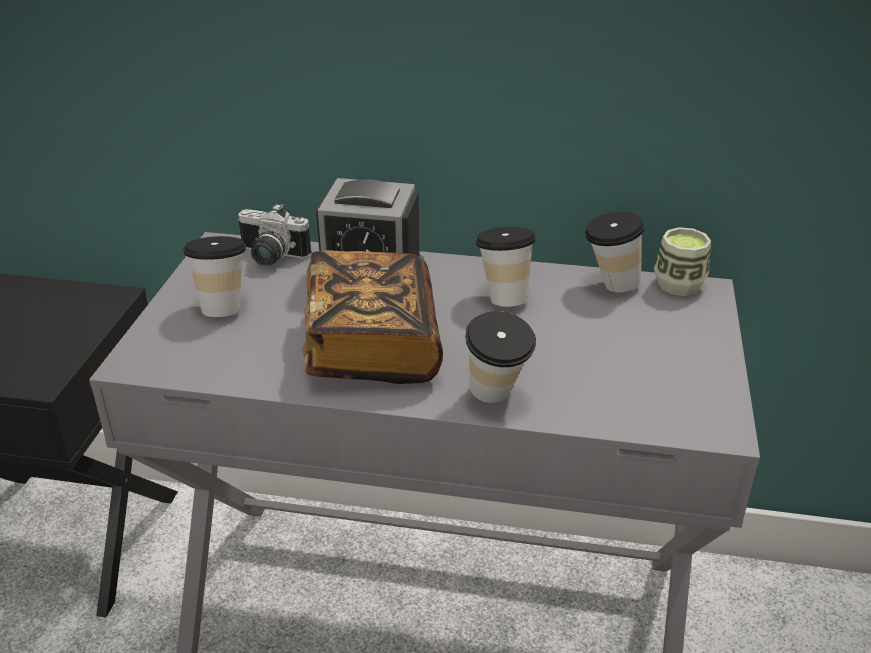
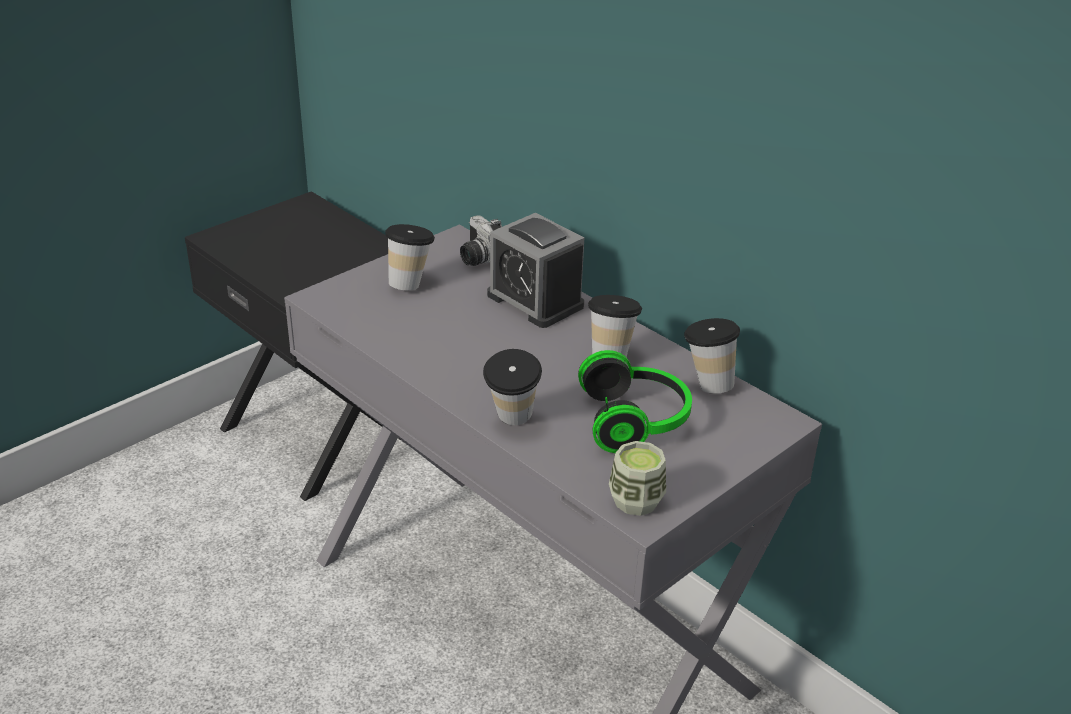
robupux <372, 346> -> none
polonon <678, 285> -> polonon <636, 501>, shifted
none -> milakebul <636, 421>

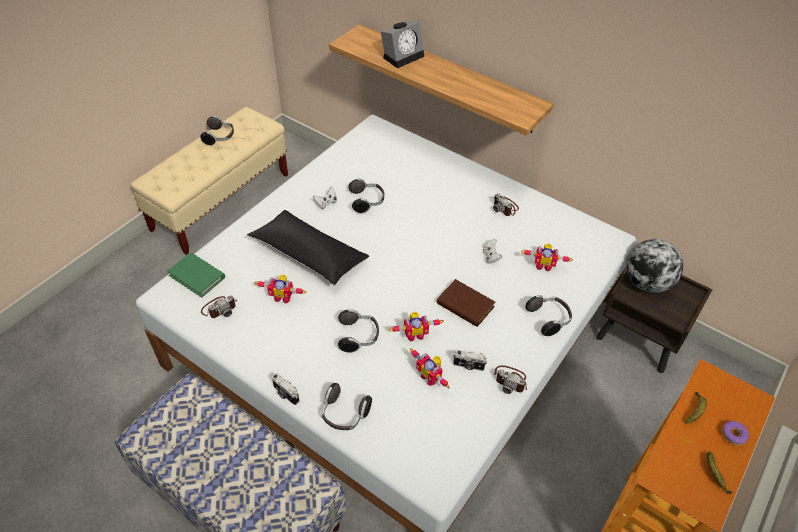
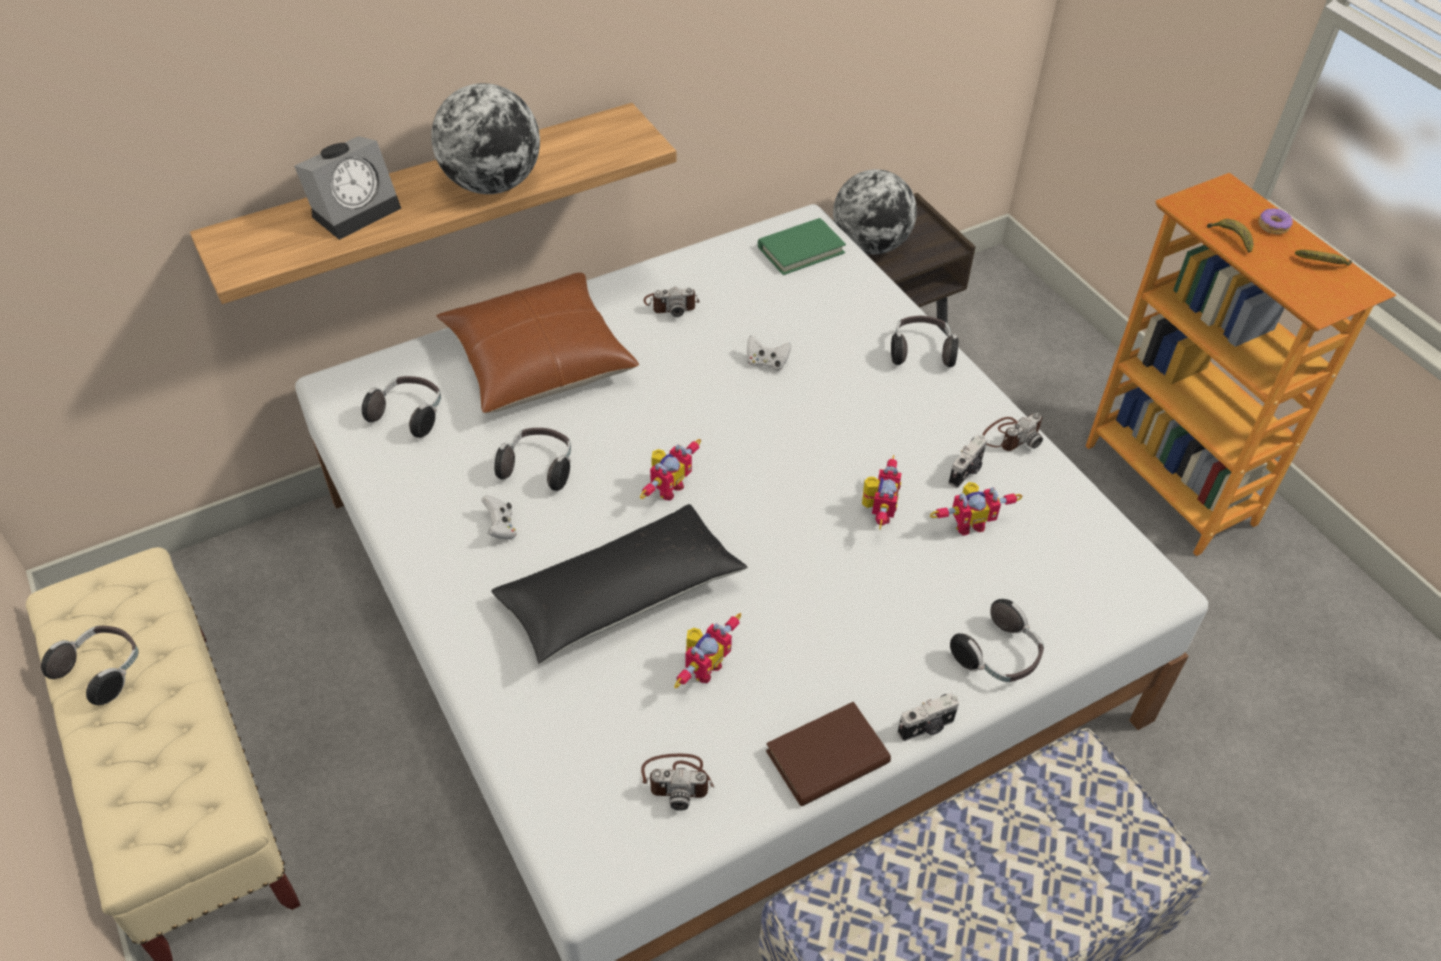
green robupux <197, 276> -> green robupux <801, 250>, shifted
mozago <219, 308> -> mozago <678, 780>, 105 degrees clockwise
milakebul <358, 337> -> milakebul <409, 415>, shifted
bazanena <403, 56> -> bazanena <356, 209>, 60 degrees clockwise
brown robupux <465, 305> -> brown robupux <827, 758>, shifted
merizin <543, 265> -> merizin <667, 487>, shifted
none -> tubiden <492, 184>
none -> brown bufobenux <539, 360>

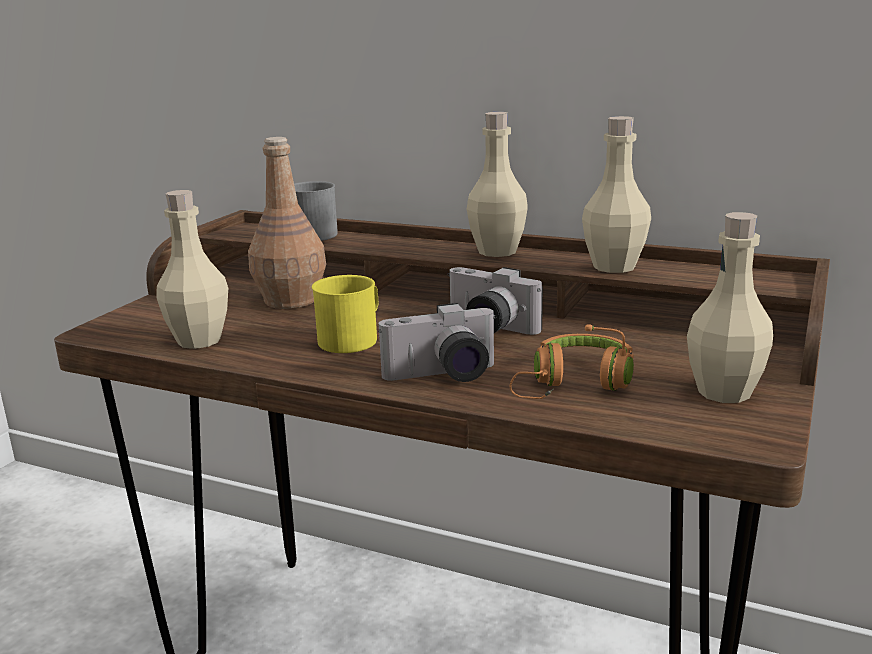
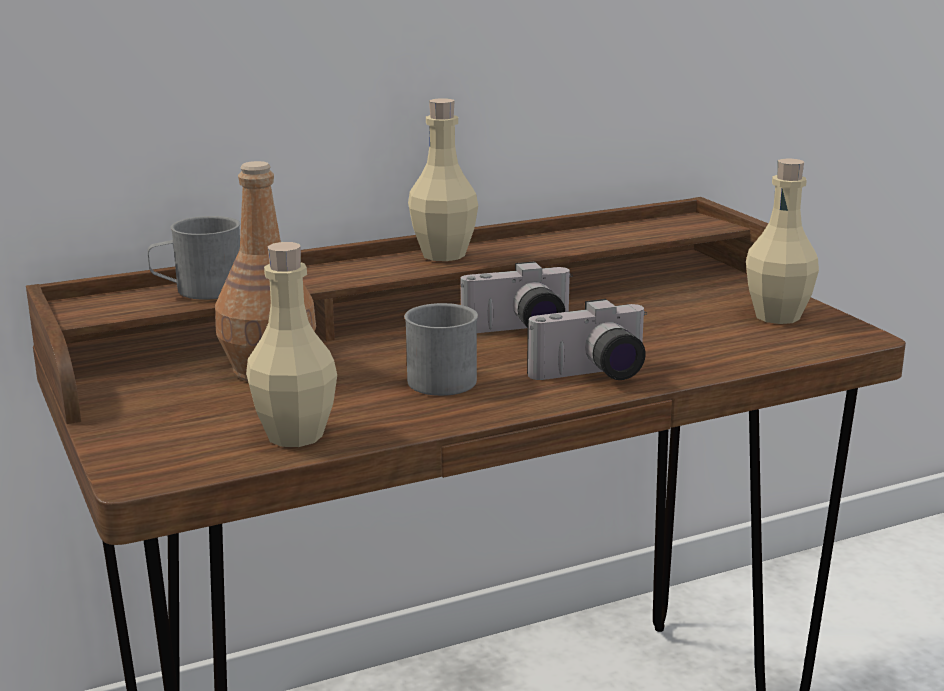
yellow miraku <353, 338> -> grey miraku <438, 378>
mozago <443, 376> -> mozago <593, 375>, 45 degrees clockwise
orange milakebul <575, 384> -> none
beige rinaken <614, 266> -> none

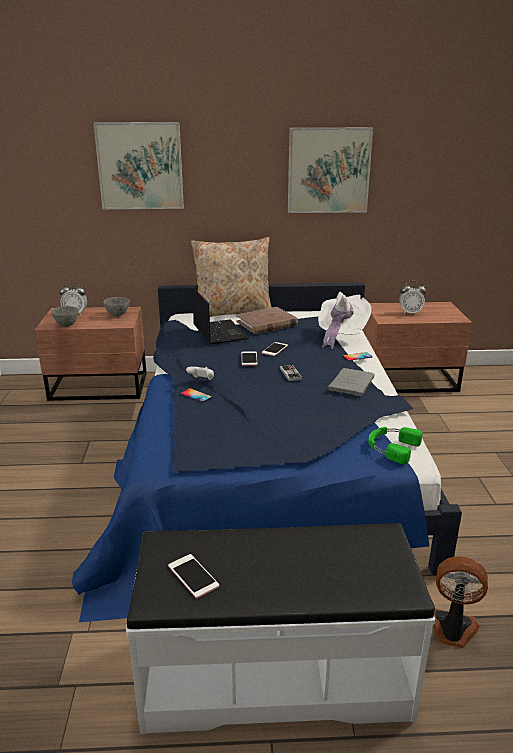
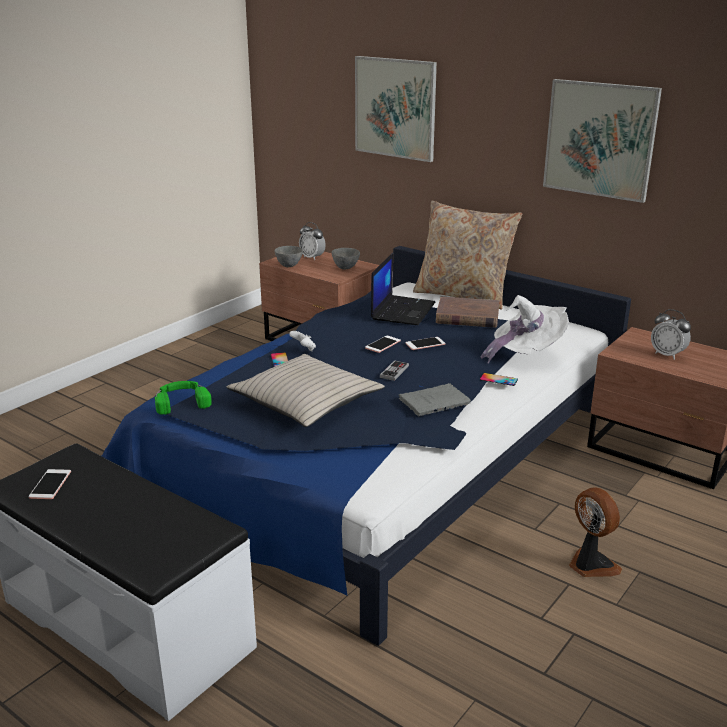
green milakebul <391, 447> -> green milakebul <181, 401>, shifted
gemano <452, 629> -> gemano <590, 565>, shifted
none -> beige bufobenux <305, 402>

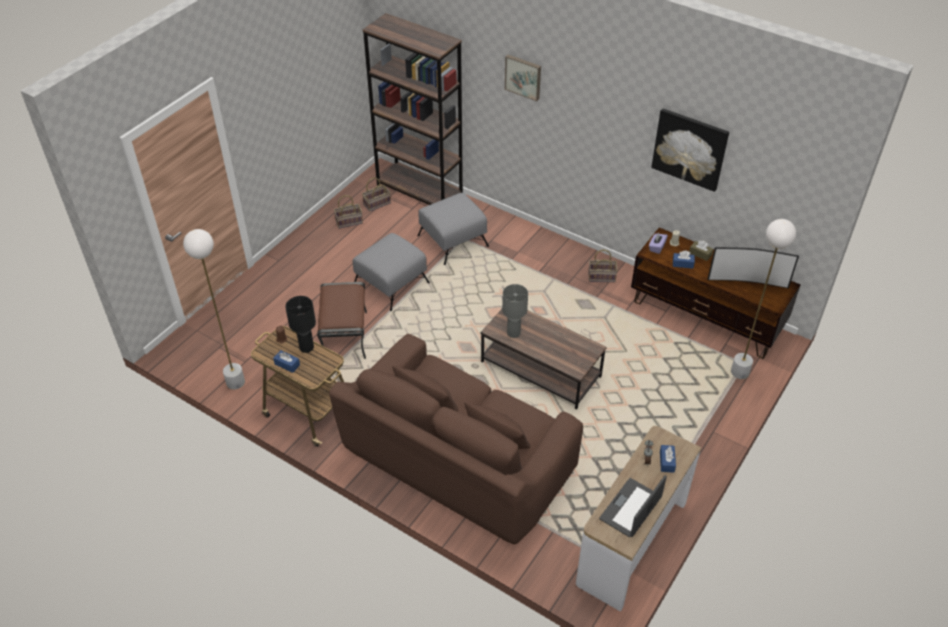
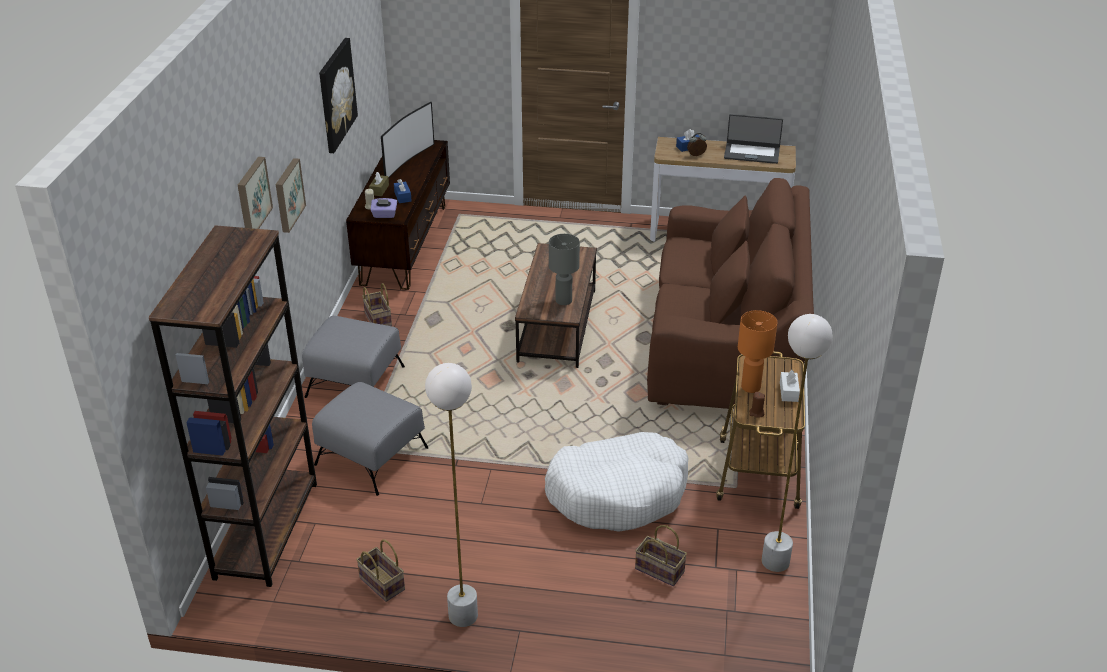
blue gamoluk <287, 364> -> white gamoluk <788, 392>
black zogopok <307, 347> -> orange zogopok <751, 387>
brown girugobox <344, 335> -> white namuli <618, 493>
grey girugobox <392, 284> -> grey girugobox <355, 381>, shifted
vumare <376, 204> -> vumare <661, 570>, shifted
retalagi <747, 281> -> retalagi <407, 161>, 45 degrees clockwise
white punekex <739, 372> -> white punekex <463, 616>, shifted
none -> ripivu <288, 195>

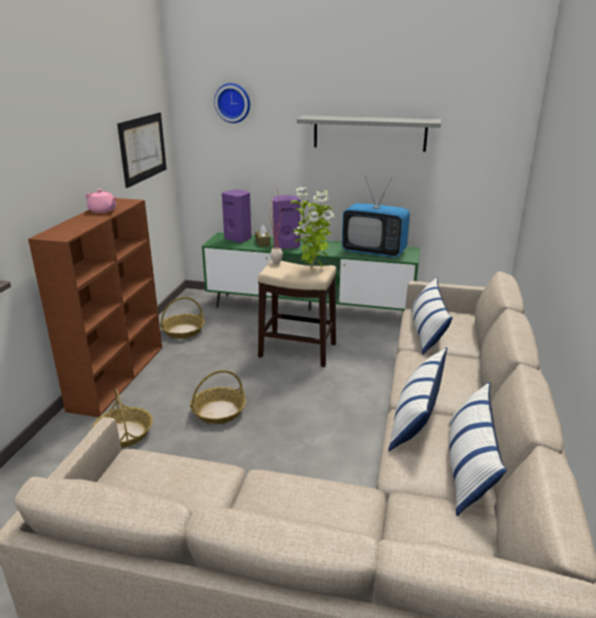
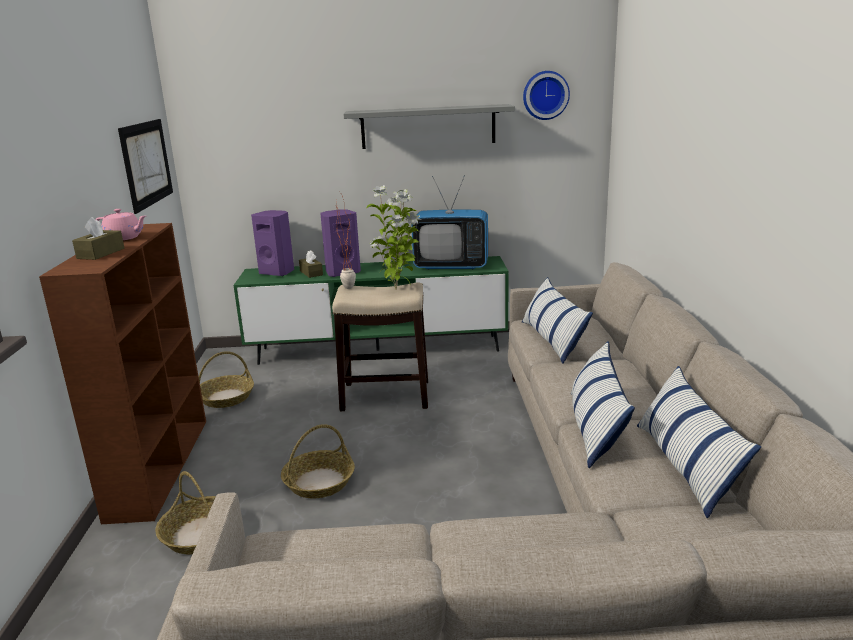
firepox <233, 103> -> firepox <545, 95>, shifted
none -> brown gamoluk <101, 253>

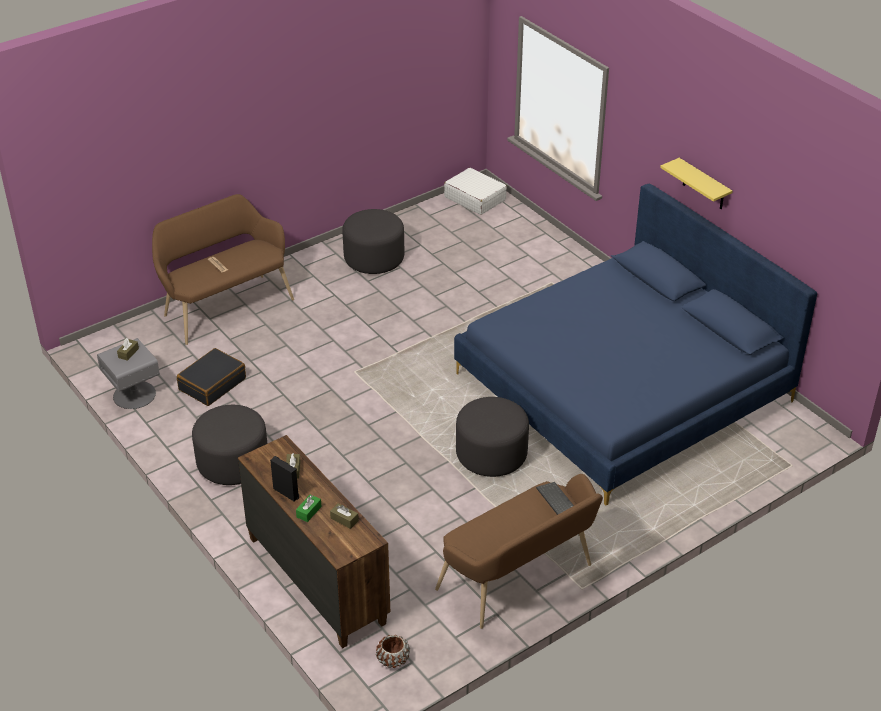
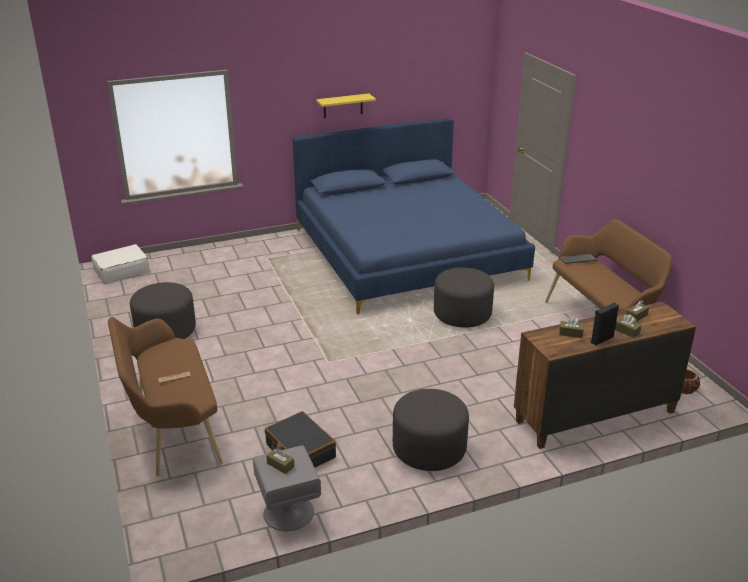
green gamoluk <309, 512> -> brown gamoluk <626, 331>

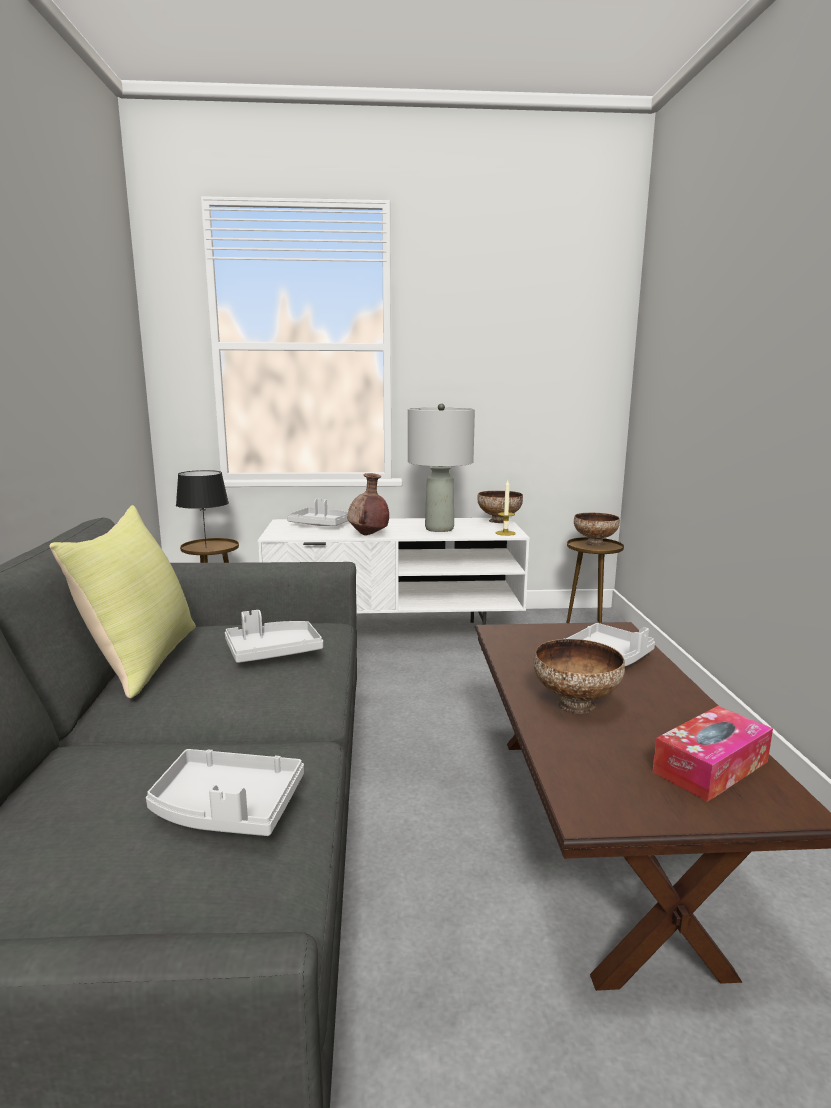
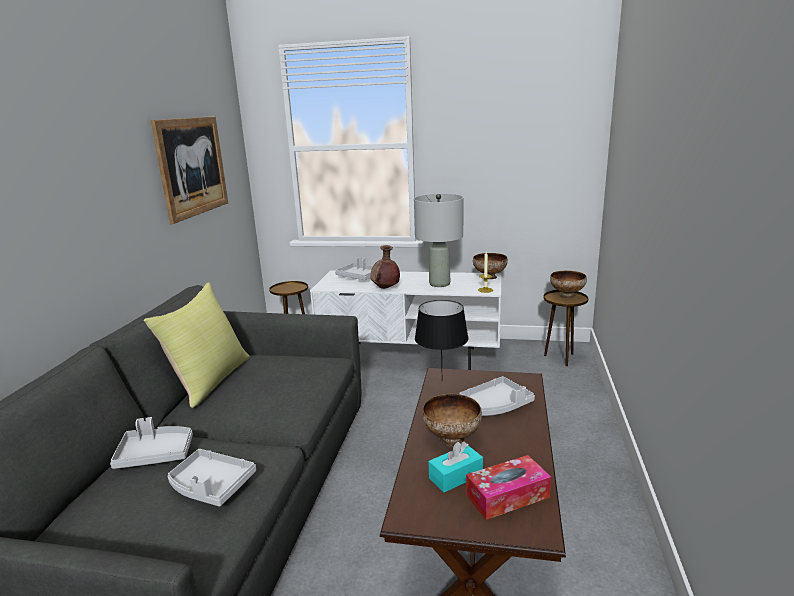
black zogopok <206, 548> -> black zogopok <442, 381>, shifted
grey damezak <273, 652> -> grey damezak <155, 454>, shifted
none -> ripivu <192, 166>
none -> turquoise gamoluk <455, 476>

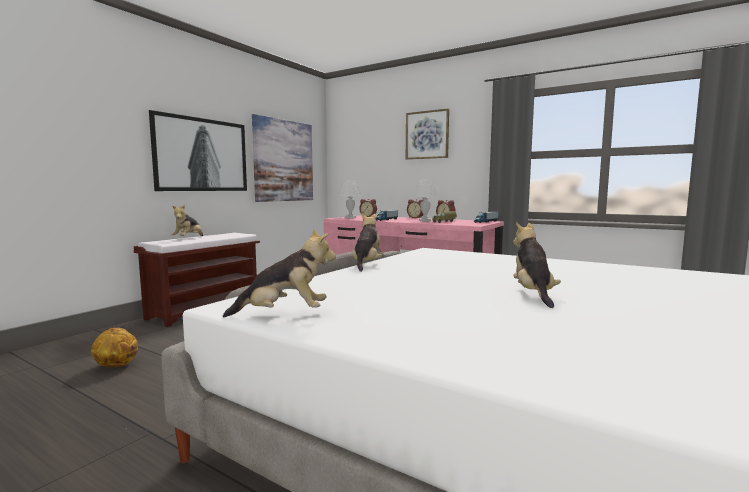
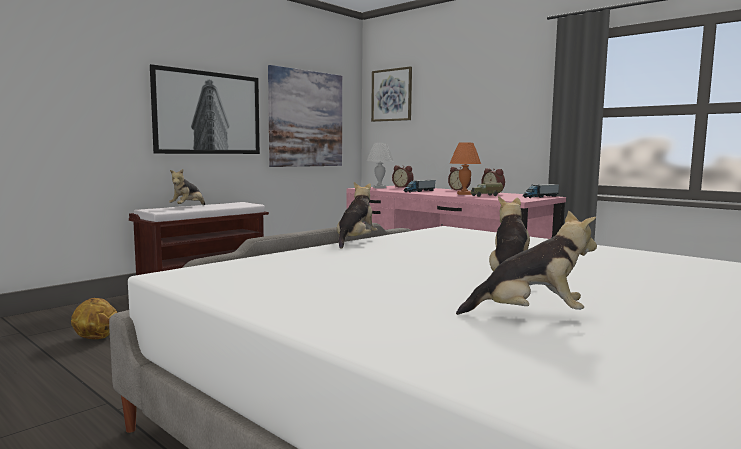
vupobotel <284, 315> -> vupobotel <529, 316>, shifted
ripivu <427, 135> -> ripivu <391, 95>, shifted
white zogopok <425, 221> -> orange zogopok <464, 194>

